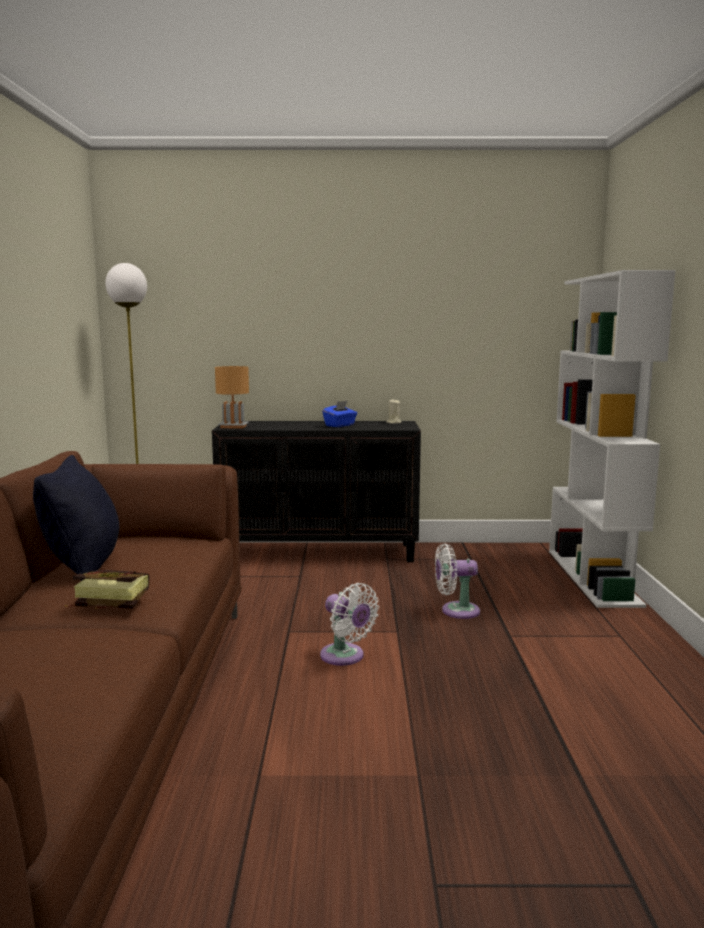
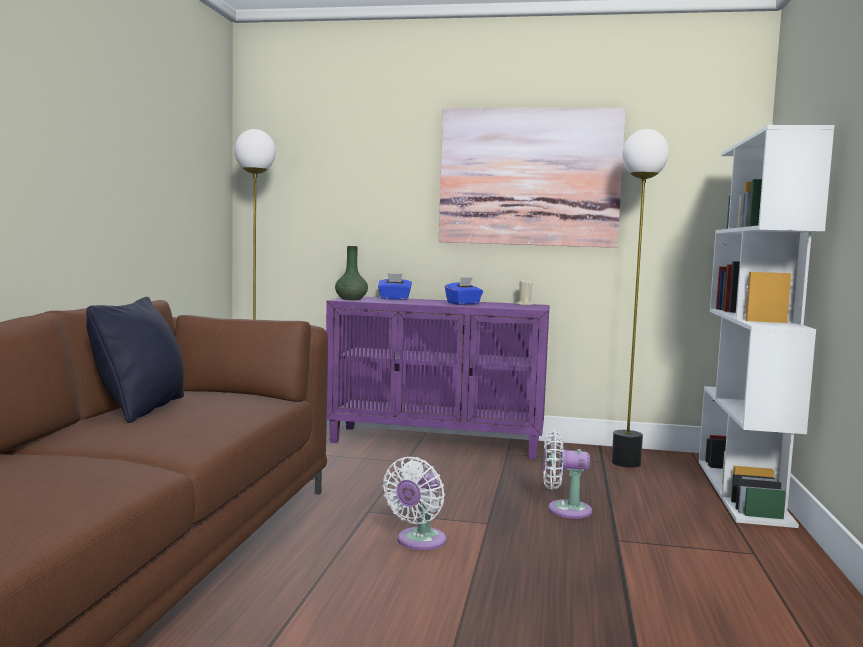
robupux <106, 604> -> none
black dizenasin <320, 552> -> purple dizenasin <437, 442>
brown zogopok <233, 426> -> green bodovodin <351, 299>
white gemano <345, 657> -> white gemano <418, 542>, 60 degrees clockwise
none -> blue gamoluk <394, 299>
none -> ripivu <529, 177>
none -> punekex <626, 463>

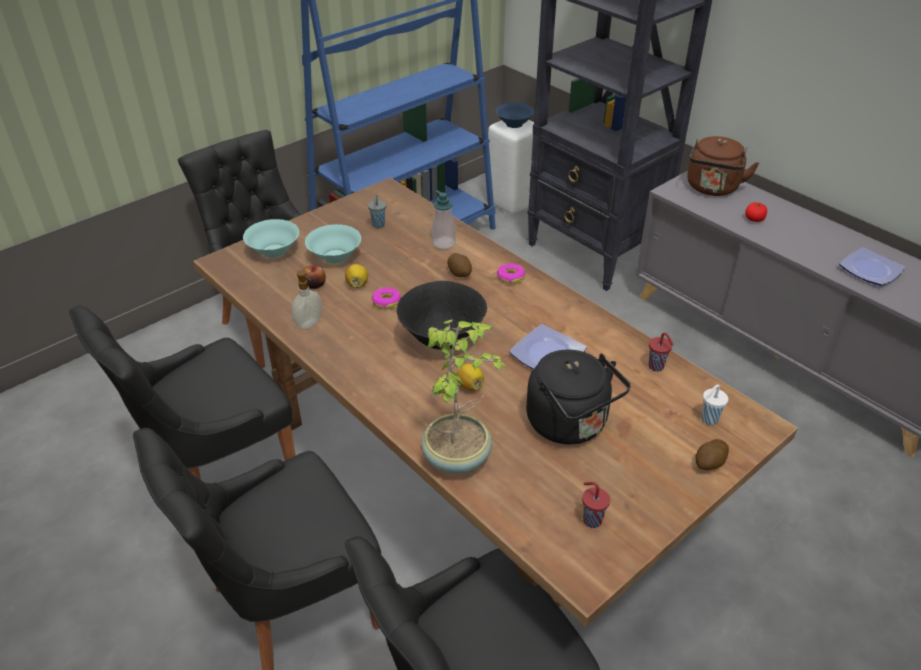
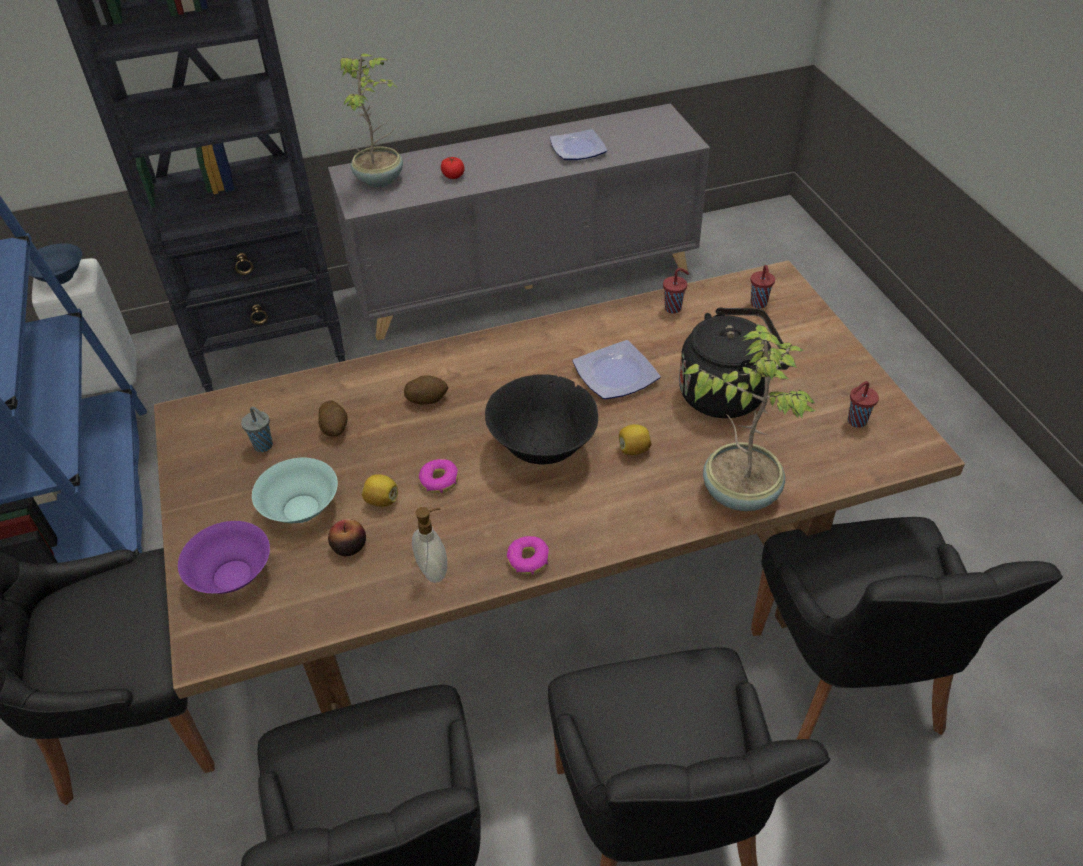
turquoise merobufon <273, 251> -> purple merobufon <232, 576>
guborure <443, 243> -> none
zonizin <510, 277> -> zonizin <528, 560>, shifted
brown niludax <712, 188> -> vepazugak <380, 179>
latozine <709, 463> -> latozine <335, 428>, shifted
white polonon <708, 419> -> red polonon <759, 304>

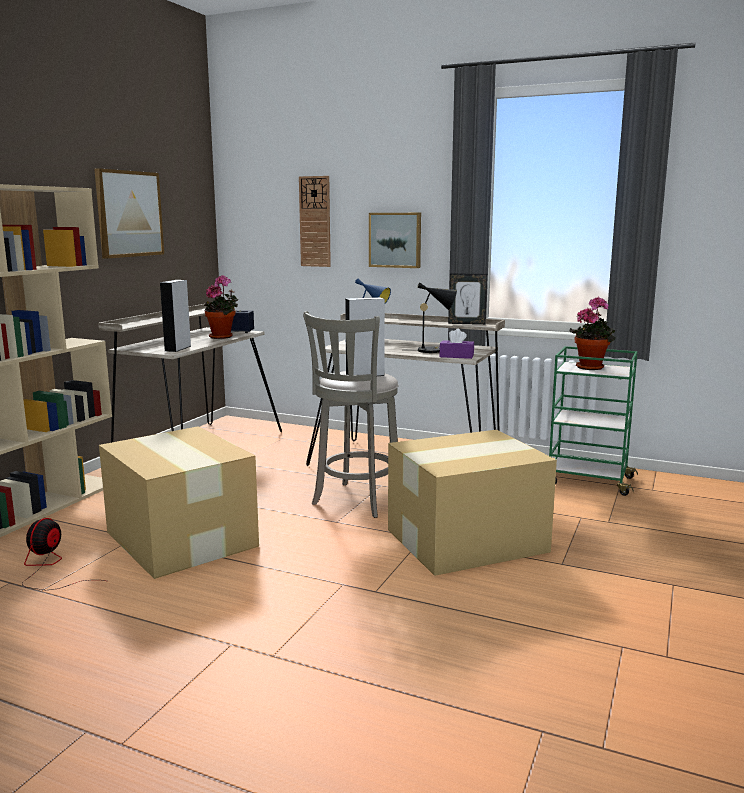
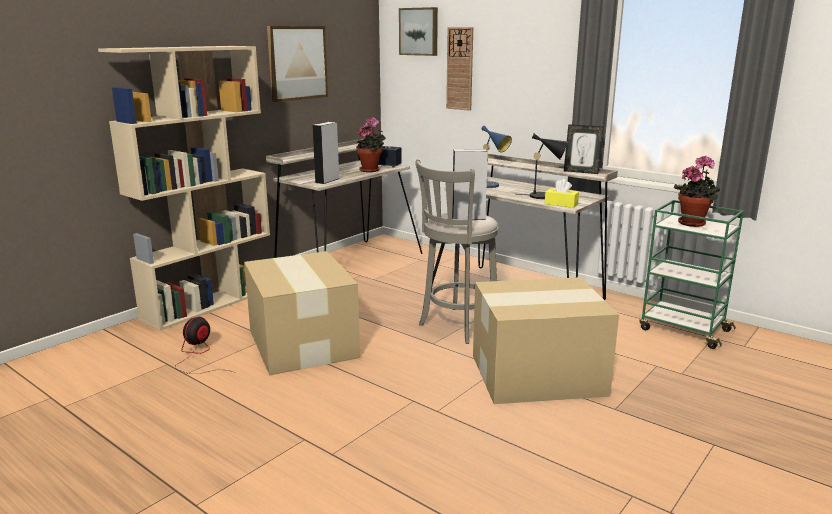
ripivu <395, 240> -> ripivu <419, 31>, shifted
purple gamoluk <456, 356> -> yellow gamoluk <561, 204>

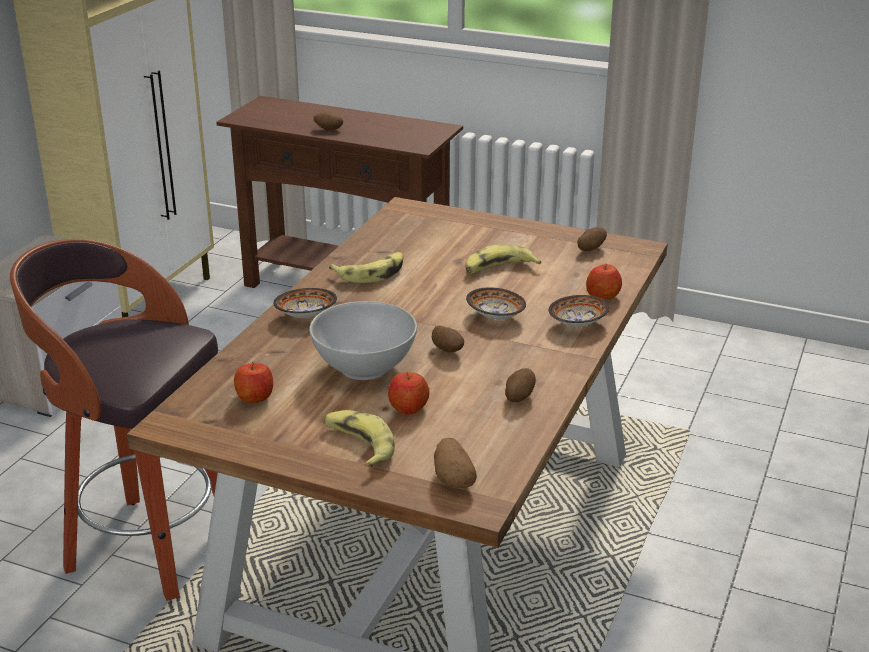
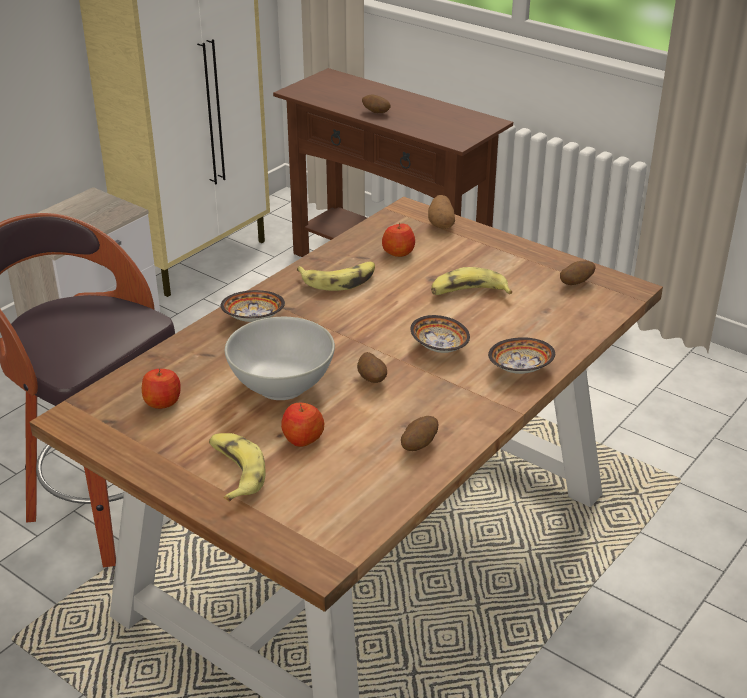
latozine <453, 478> -> latozine <441, 223>, shifted
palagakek <603, 295> -> palagakek <398, 252>, shifted

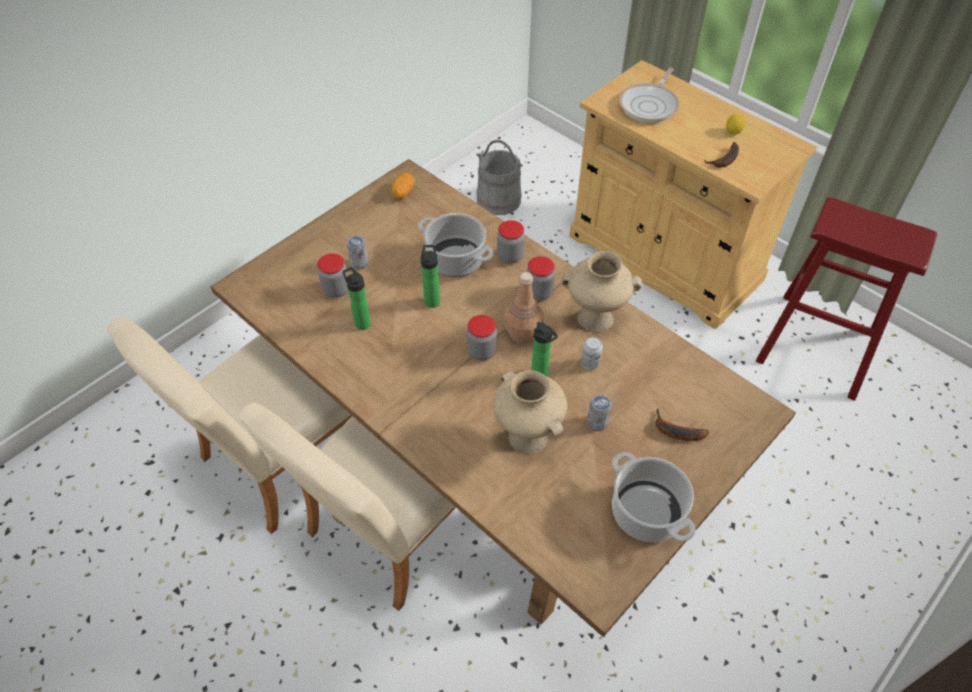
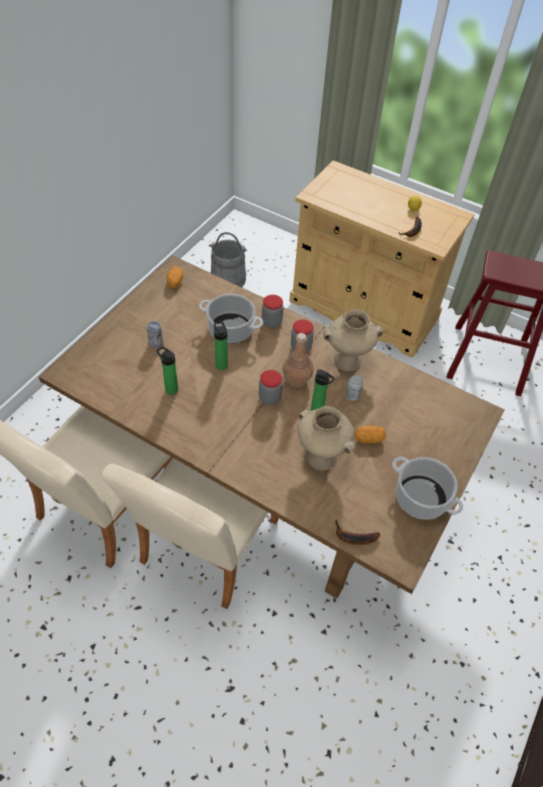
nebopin <336, 290> -> none
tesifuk <597, 423> -> latozine <368, 439>
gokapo <650, 105> -> none
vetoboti <675, 431> -> vetoboti <353, 537>, shifted

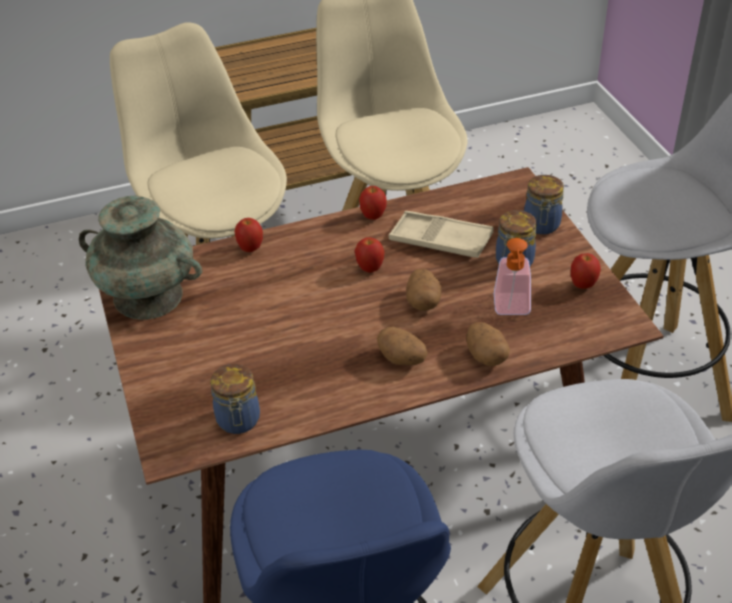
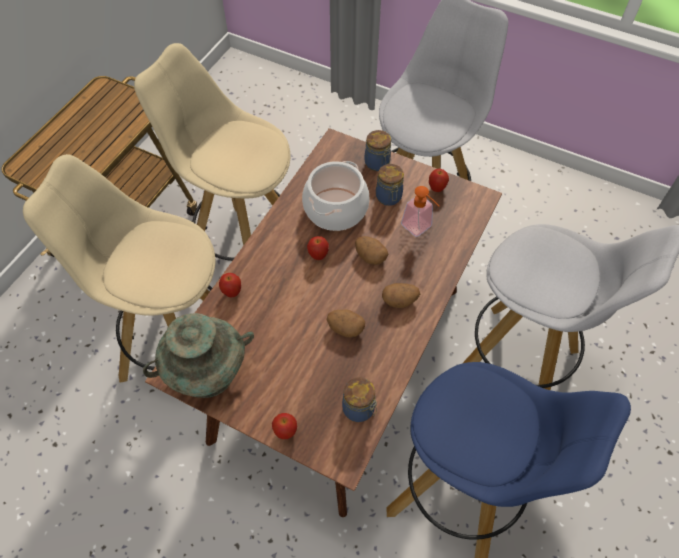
palagakek <373, 216> -> palagakek <285, 432>, shifted
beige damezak <440, 240> -> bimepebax <336, 209>
latozine <486, 356> -> latozine <345, 328>, shifted

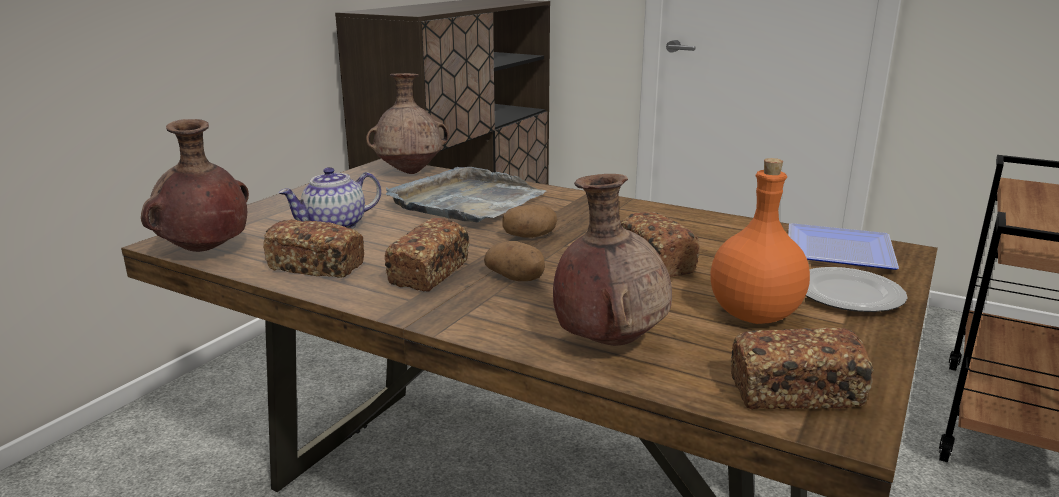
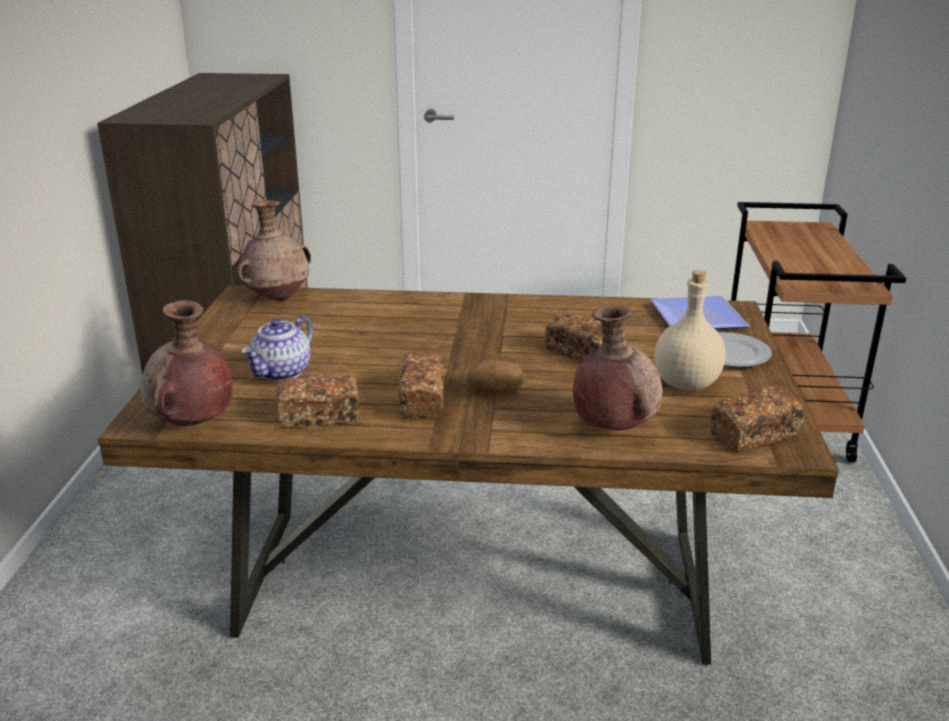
grey damezak <467, 201> -> none
latozine <530, 236> -> none
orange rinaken <756, 315> -> beige rinaken <687, 383>

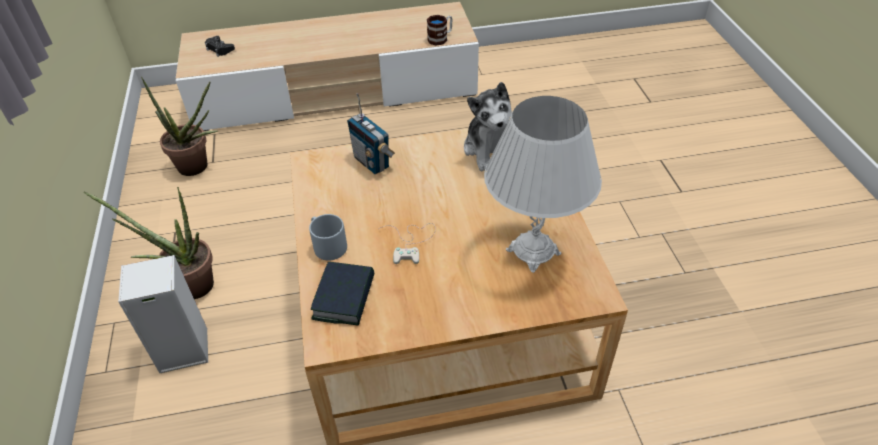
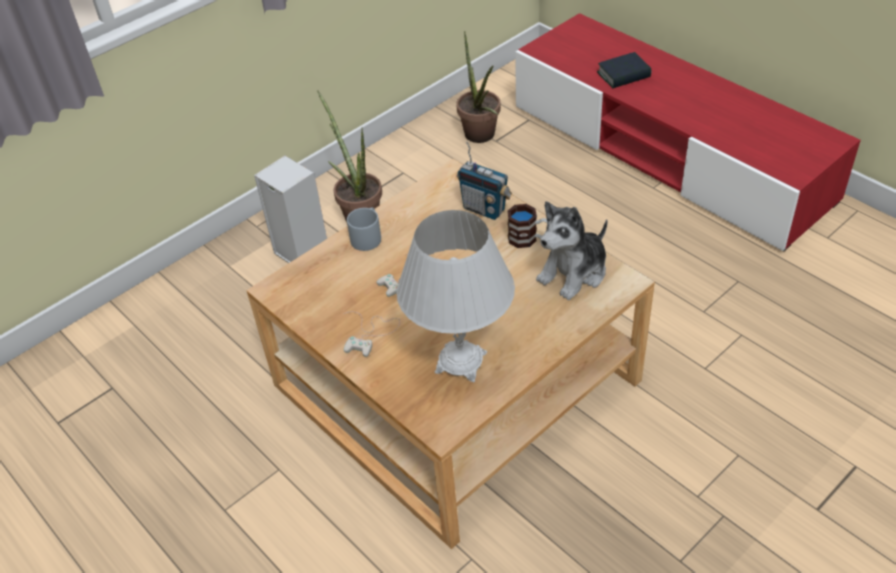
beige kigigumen <335, 92> -> red kigigumen <667, 153>
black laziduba <219, 49> -> none
robupux <344, 298> -> robupux <623, 75>, shifted
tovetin <372, 162> -> tovetin <484, 209>, 75 degrees counterclockwise
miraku <440, 38> -> miraku <528, 239>, shifted
none -> white laziduba <370, 333>

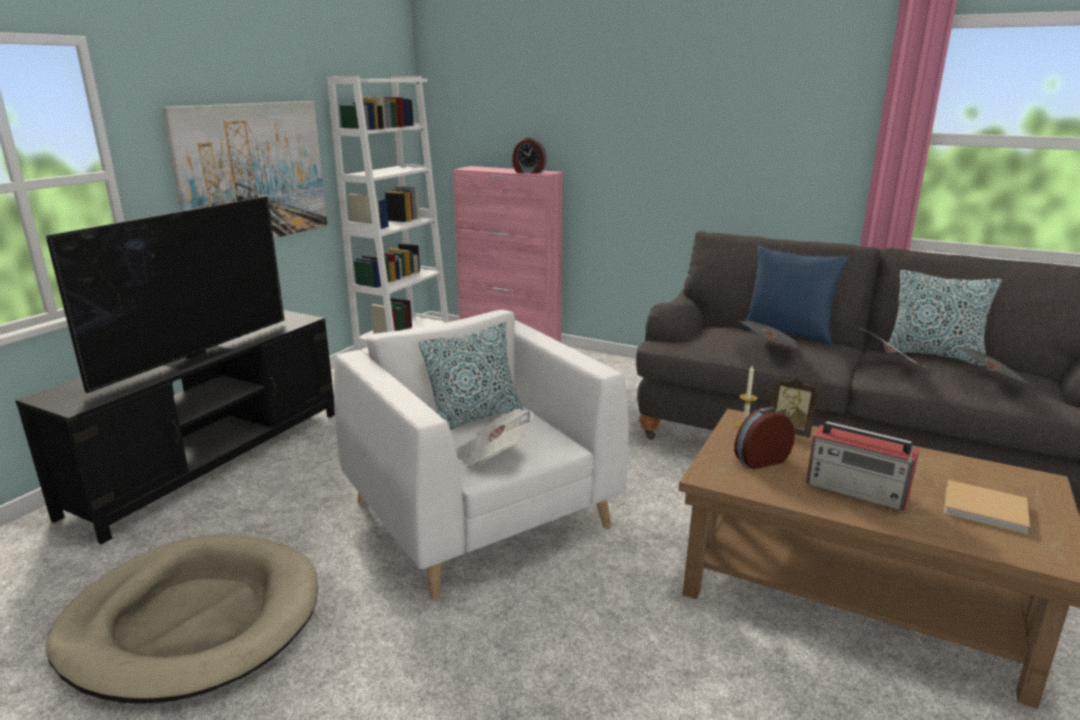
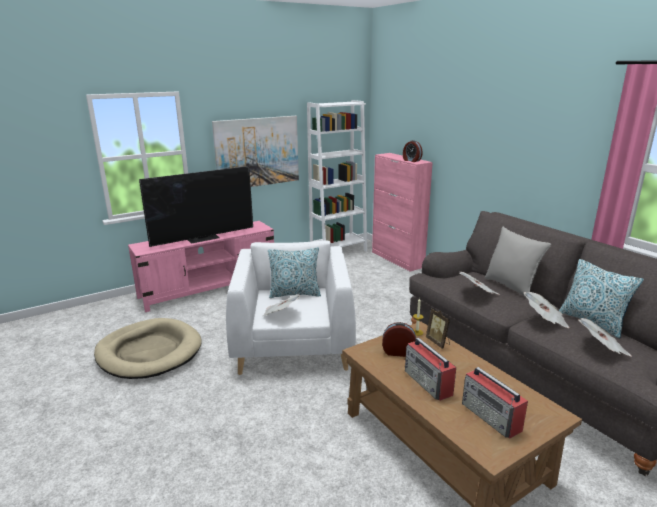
black kigigumen <213, 460> -> pink kigigumen <210, 288>
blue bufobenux <788, 333> -> grey bufobenux <511, 286>
beige robupux <987, 510> -> tovetin <491, 417>

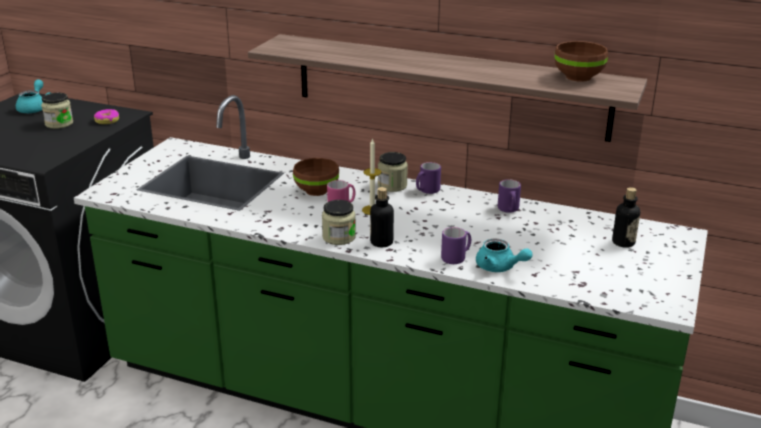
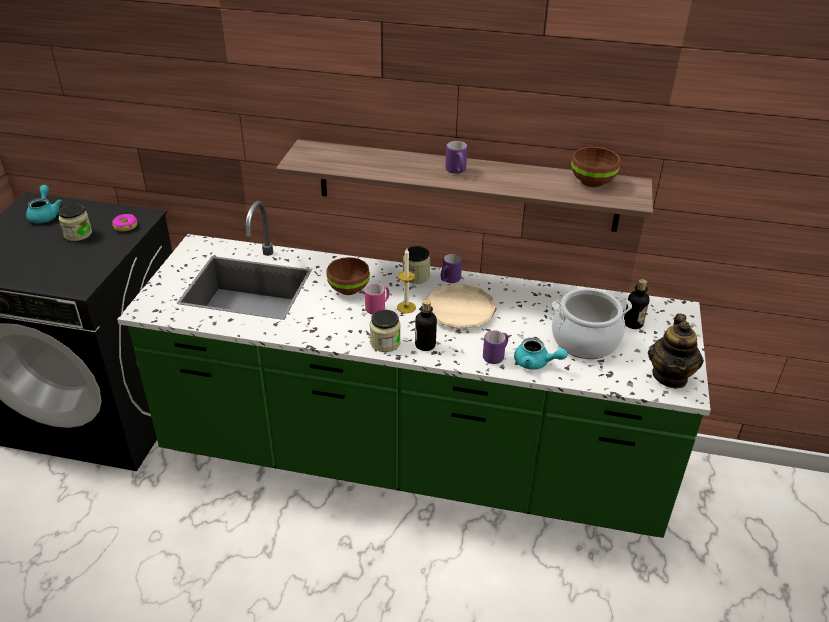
purple miraku <509, 210> -> purple miraku <457, 171>, shifted
none -> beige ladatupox <460, 310>
none -> bimepebax <585, 341>
none -> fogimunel <670, 376>

